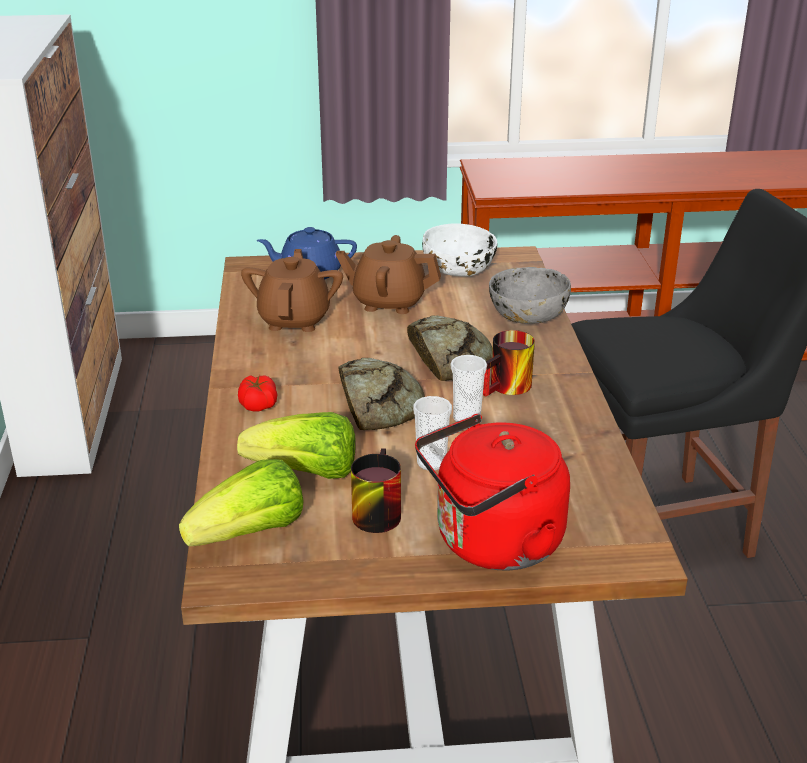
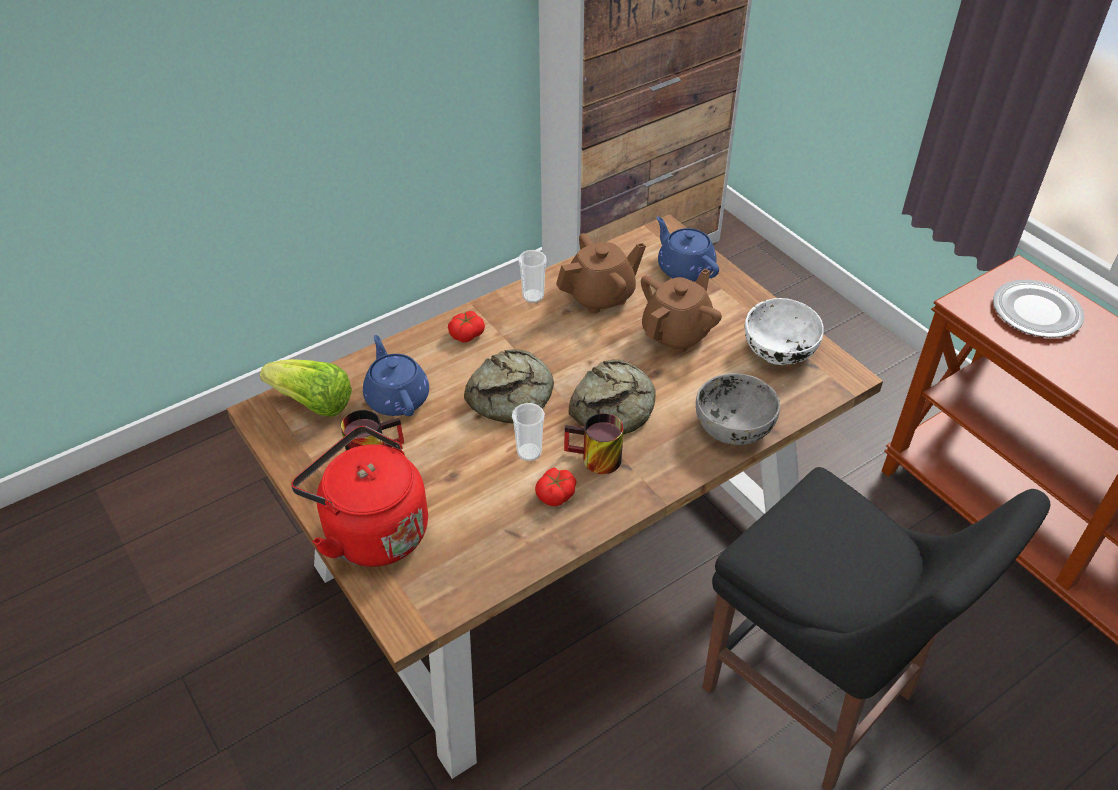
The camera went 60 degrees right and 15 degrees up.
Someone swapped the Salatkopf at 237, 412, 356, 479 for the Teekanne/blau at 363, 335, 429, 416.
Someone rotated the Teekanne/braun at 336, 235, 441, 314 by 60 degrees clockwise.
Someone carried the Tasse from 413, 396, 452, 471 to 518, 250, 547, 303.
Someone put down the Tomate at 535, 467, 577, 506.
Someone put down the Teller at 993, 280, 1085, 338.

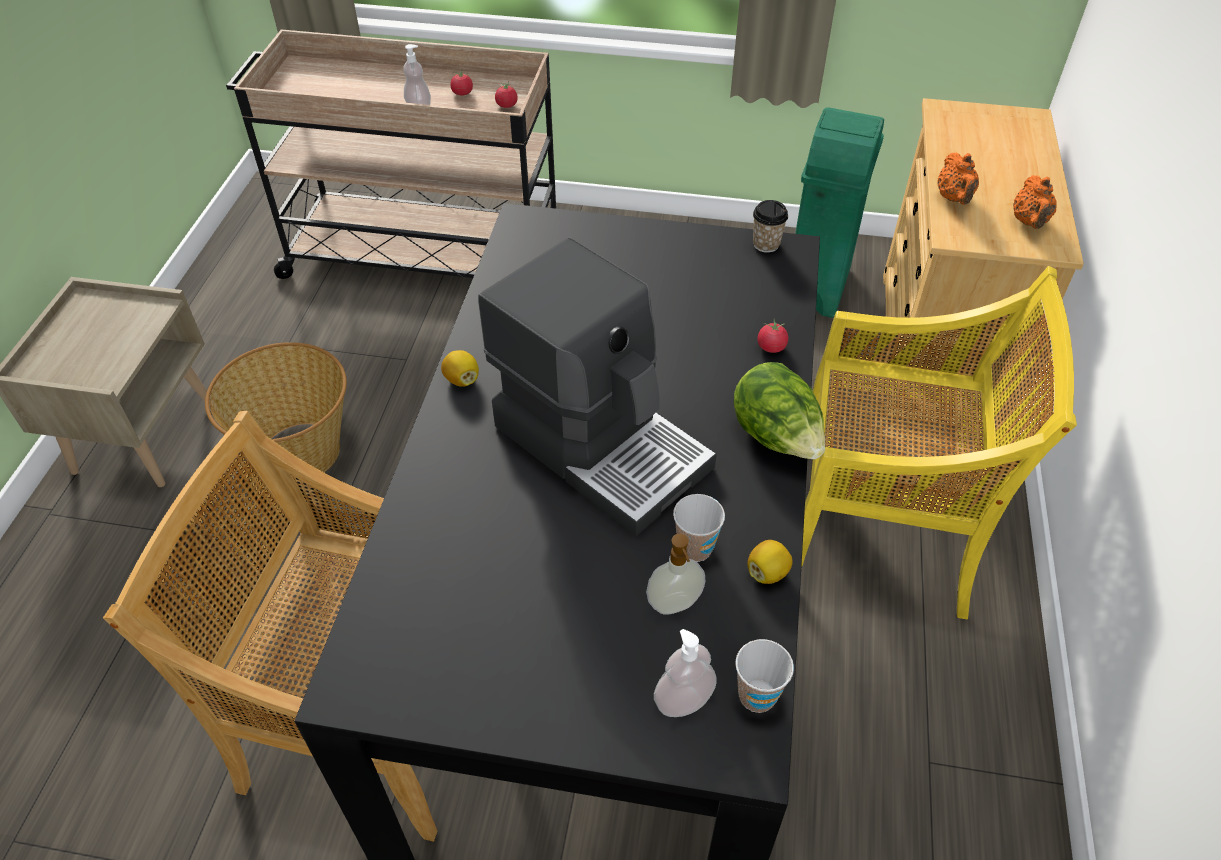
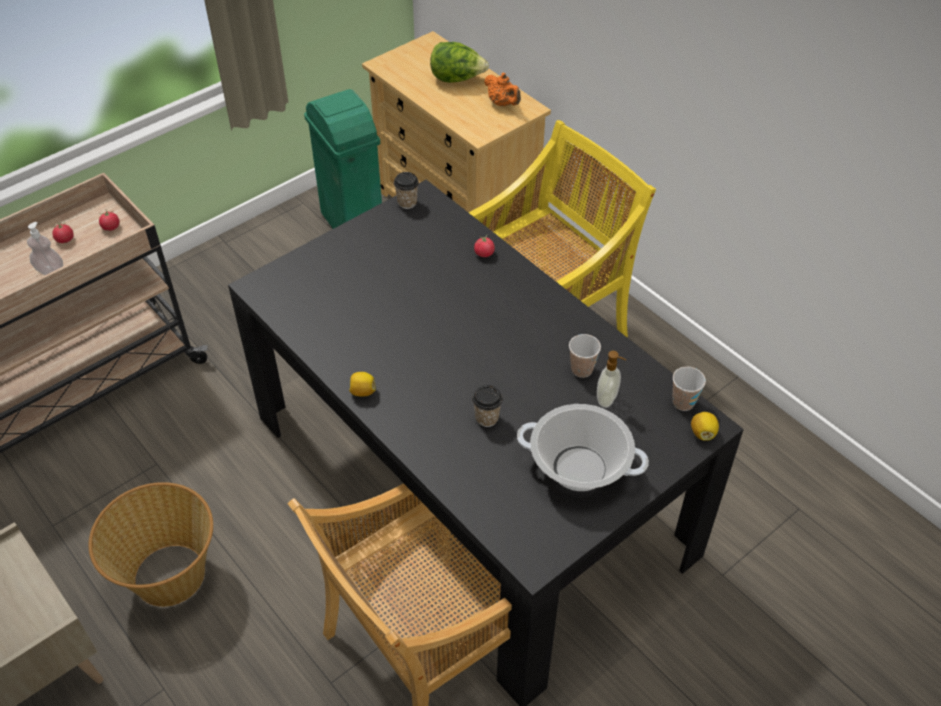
The camera went 50 degrees left and 0 degrees up.
Someone took away the Kaffeemaschine at 478, 238, 717, 536.
Someone took away the Seifenspender at 654, 629, 717, 717.
Someone carried the Salatkopf from 734, 362, 825, 459 to 430, 42, 489, 83.
Someone carried the Zitrone from 747, 540, 792, 584 to 691, 412, 719, 441.
Someone took away the Teekanne/orange at 937, 153, 979, 205.
Someone put down the Tasse at 472, 385, 503, 427.
Someone put down the Kochtopf at 517, 404, 649, 491.

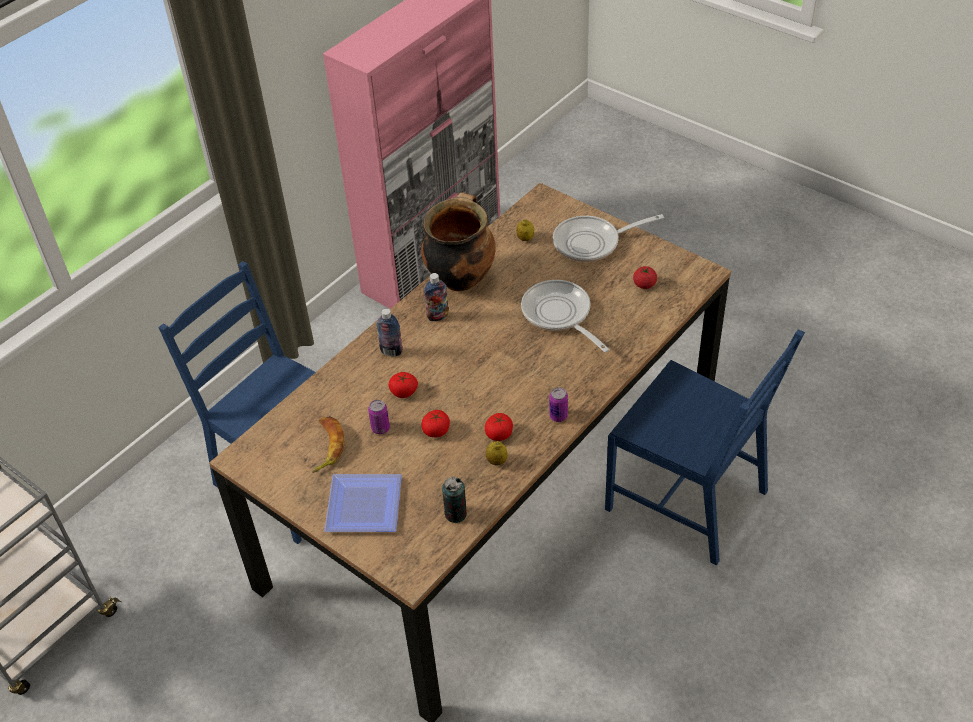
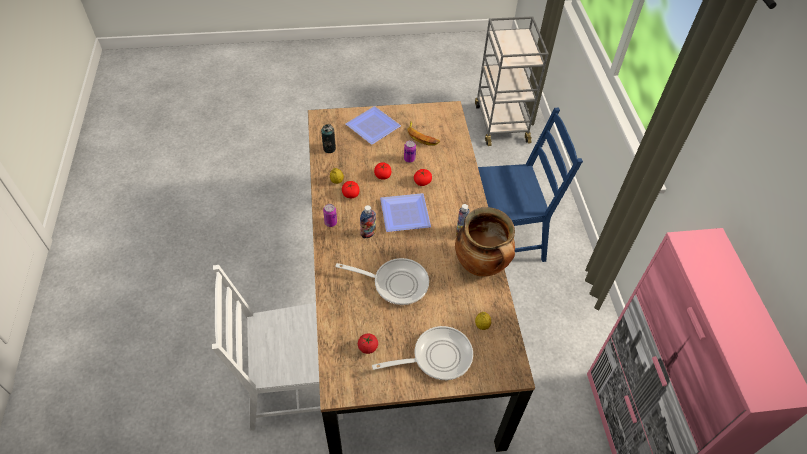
The camera went 130 degrees right and 5 degrees up.
Someone carried the Flasche from 376, 308, 403, 356 to 360, 205, 376, 238.
Someone rotated the Pfanne at 553, 214, 664, 262 by 45 degrees clockwise.
Someone repainted the Stuhl/blau at 605, 329, 805, 566, which became the Stuhl/weiß at 212, 265, 343, 431.
Someone put down the Teller at 380, 193, 431, 232.

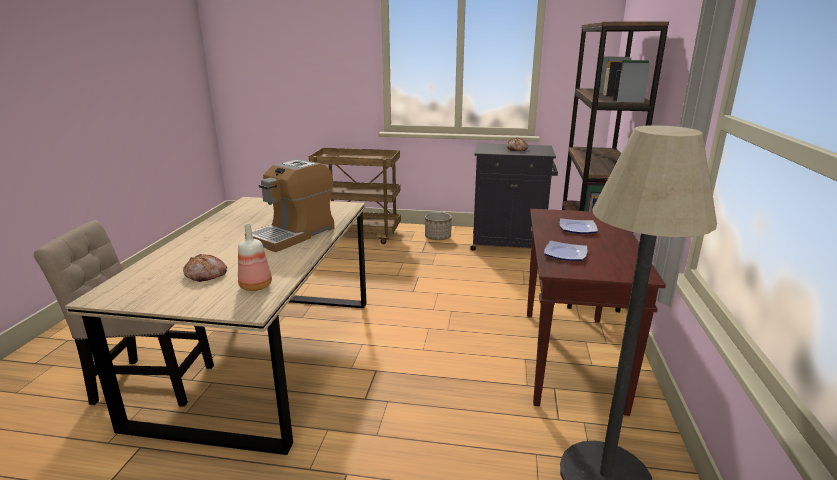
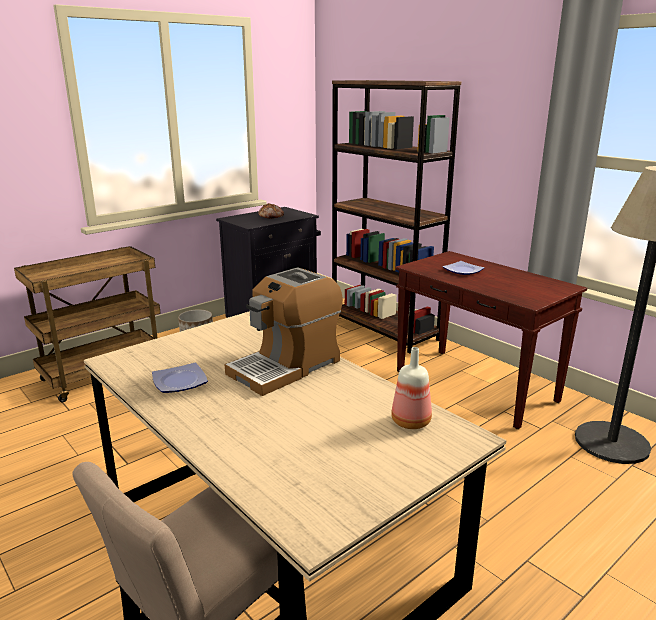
The camera went 50 degrees left and 0 degrees up.
Someone took away the Brot at 183, 254, 227, 282.
Someone rotated the Kaffeemaschine at 245, 159, 335, 252 by 60 degrees clockwise.
Someone carried the Teller from 544, 241, 587, 261 to 152, 363, 208, 393.

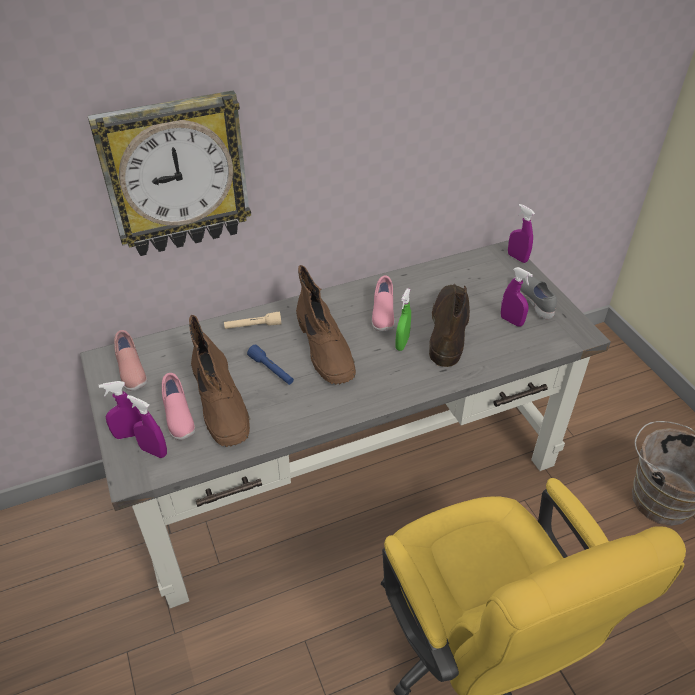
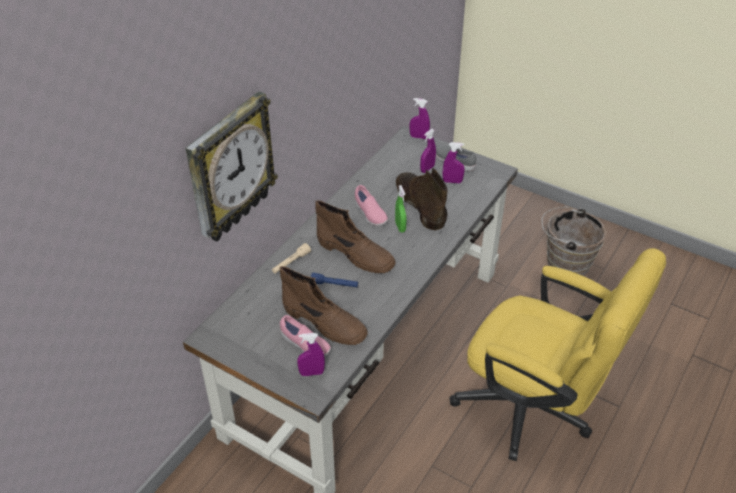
The camera went 35 degrees left and 0 degrees up.
Someone carried the Sprühflasche/lila from 99, 381, 142, 439 to 420, 129, 436, 173.
Someone took away the Schuh/rosa at 114, 330, 147, 391.

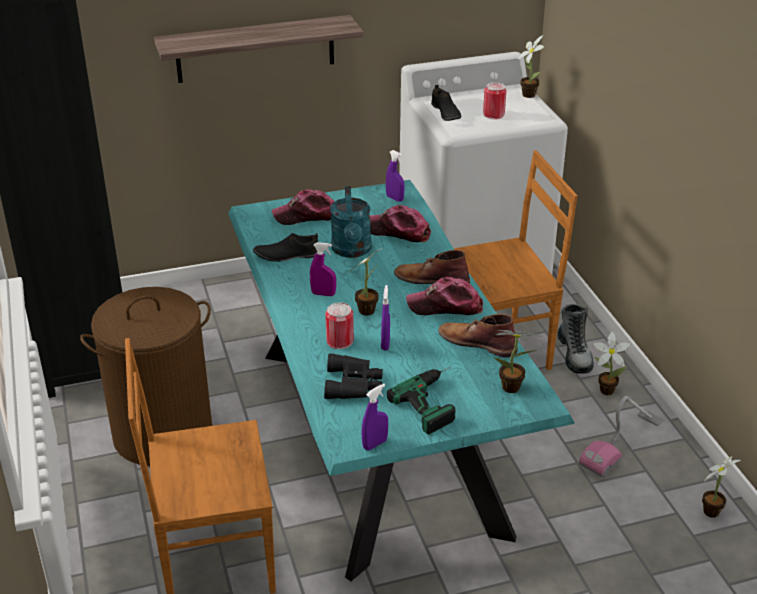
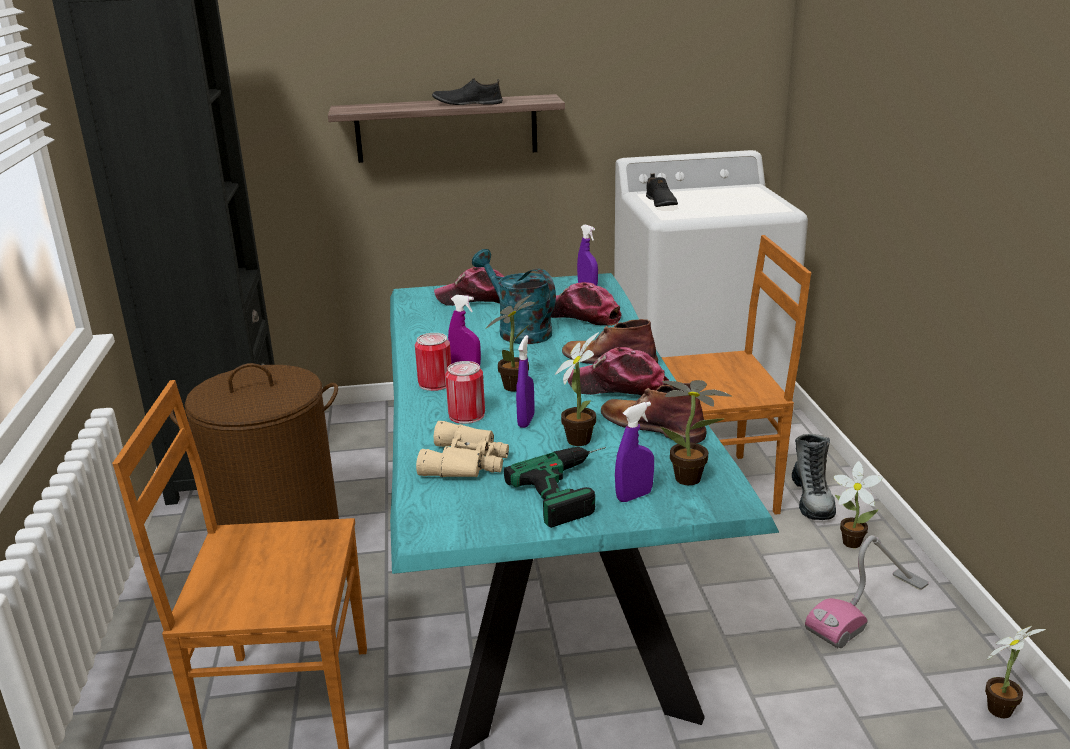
The camera went 10 degrees right and 10 degrees down.
Someone carried the Schuh/schwarz from 253, 233, 318, 262 to 432, 78, 503, 105.
Someone repainted the Fernglas/schwarz at 324, 354, 383, 399, which became the Fernglas/beige at 416, 421, 509, 477.
Someone rotated the Gießkanne/türkis at 330, 186, 372, 258 by 135 degrees clockwise.
Someone carried the Sprühflasche/lila from 361, 384, 388, 450 to 615, 402, 654, 502.
Someone carried the Dose from 483, 82, 506, 119 to 415, 333, 451, 391.
Someone carried the Topfpflanze from 518, 35, 544, 98 to 555, 332, 599, 446.

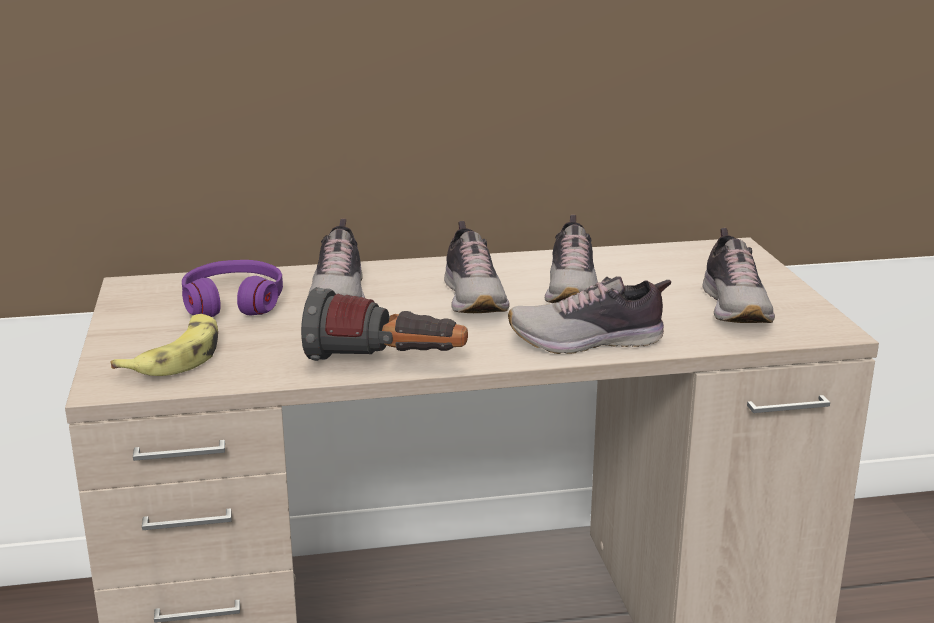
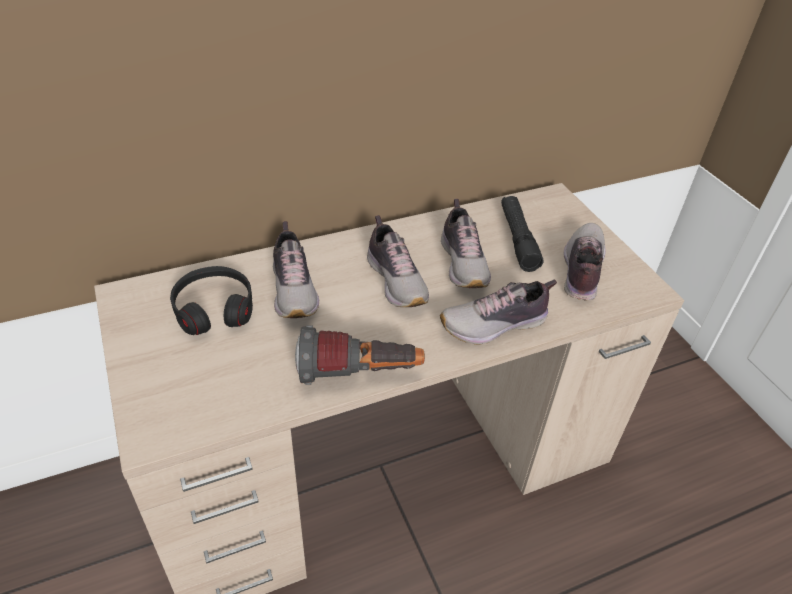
The camera went 15 degrees left and 20 degrees up.
Someone took away the Banane at 111, 314, 218, 376.
Someone repainted the Kopfhörer/lila at 182, 260, 283, 317, which became the Kopfhörer/schwarz at 170, 266, 253, 335.
Someone rotated the Schuh at 702, 228, 775, 323 by 150 degrees counterclockwise.
Someone put down the Taschenlampe/schwarz at 501, 196, 544, 272.

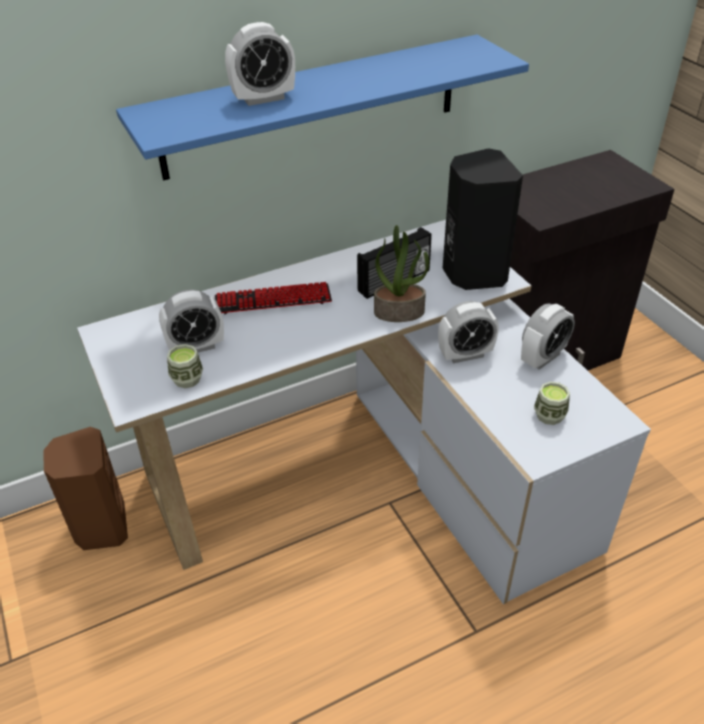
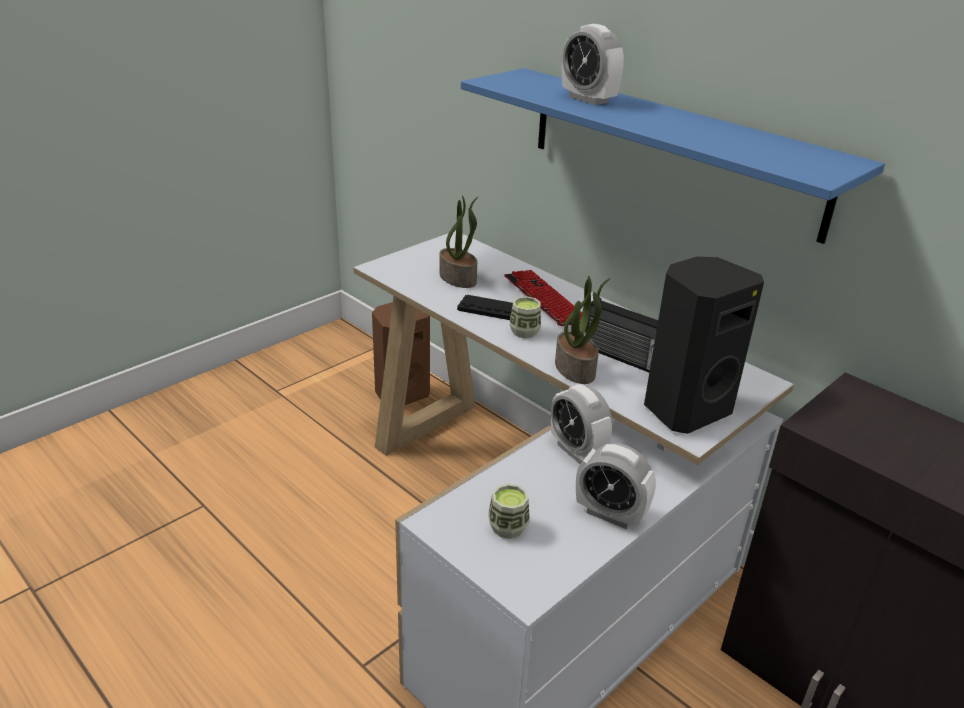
The camera went 70 degrees right and 10 degrees down.
Someone swapped the Wecker at 159, 289, 224, 353 for the Topfpflanze at 439, 196, 478, 288.
Someone carried the Tasse from 167, 344, 203, 388 to 510, 296, 541, 338.
Someone put down the Gamepad/schwarz at 457, 295, 513, 320.

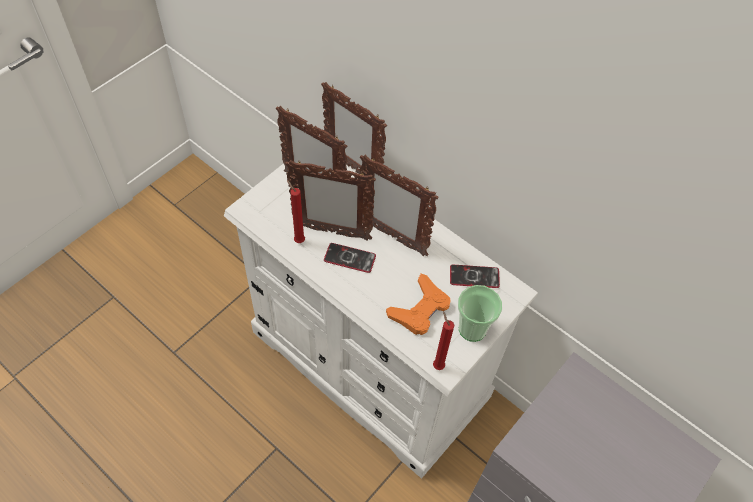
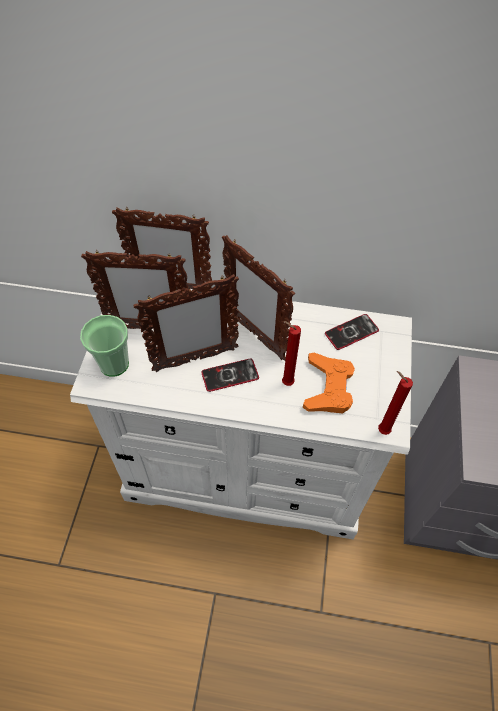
The camera went 30 degrees left and 0 degrees up.
Someone carried the Kerze/rot from 287, 180, 305, 243 to 282, 321, 301, 386.
Someone rotated the Bilderrahmen at 360, 155, 439, 256 by 45 degrees clockwise.
Someone carried the Tasse from 458, 285, 502, 342 to 80, 315, 129, 377.

